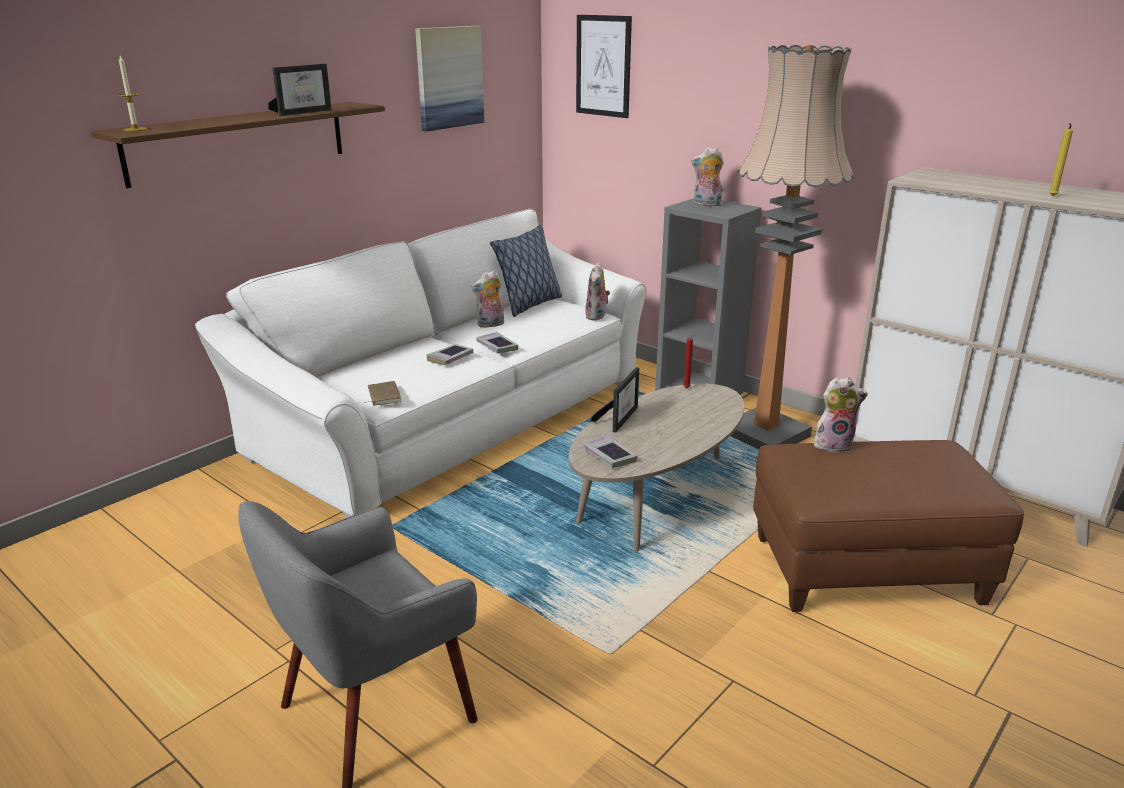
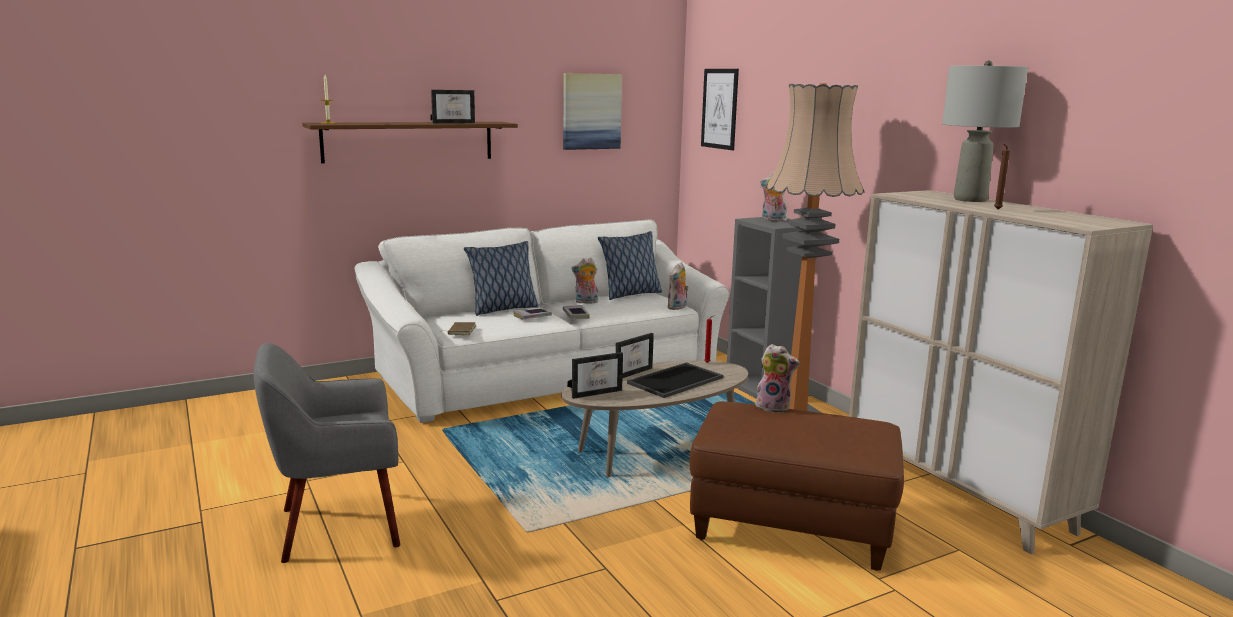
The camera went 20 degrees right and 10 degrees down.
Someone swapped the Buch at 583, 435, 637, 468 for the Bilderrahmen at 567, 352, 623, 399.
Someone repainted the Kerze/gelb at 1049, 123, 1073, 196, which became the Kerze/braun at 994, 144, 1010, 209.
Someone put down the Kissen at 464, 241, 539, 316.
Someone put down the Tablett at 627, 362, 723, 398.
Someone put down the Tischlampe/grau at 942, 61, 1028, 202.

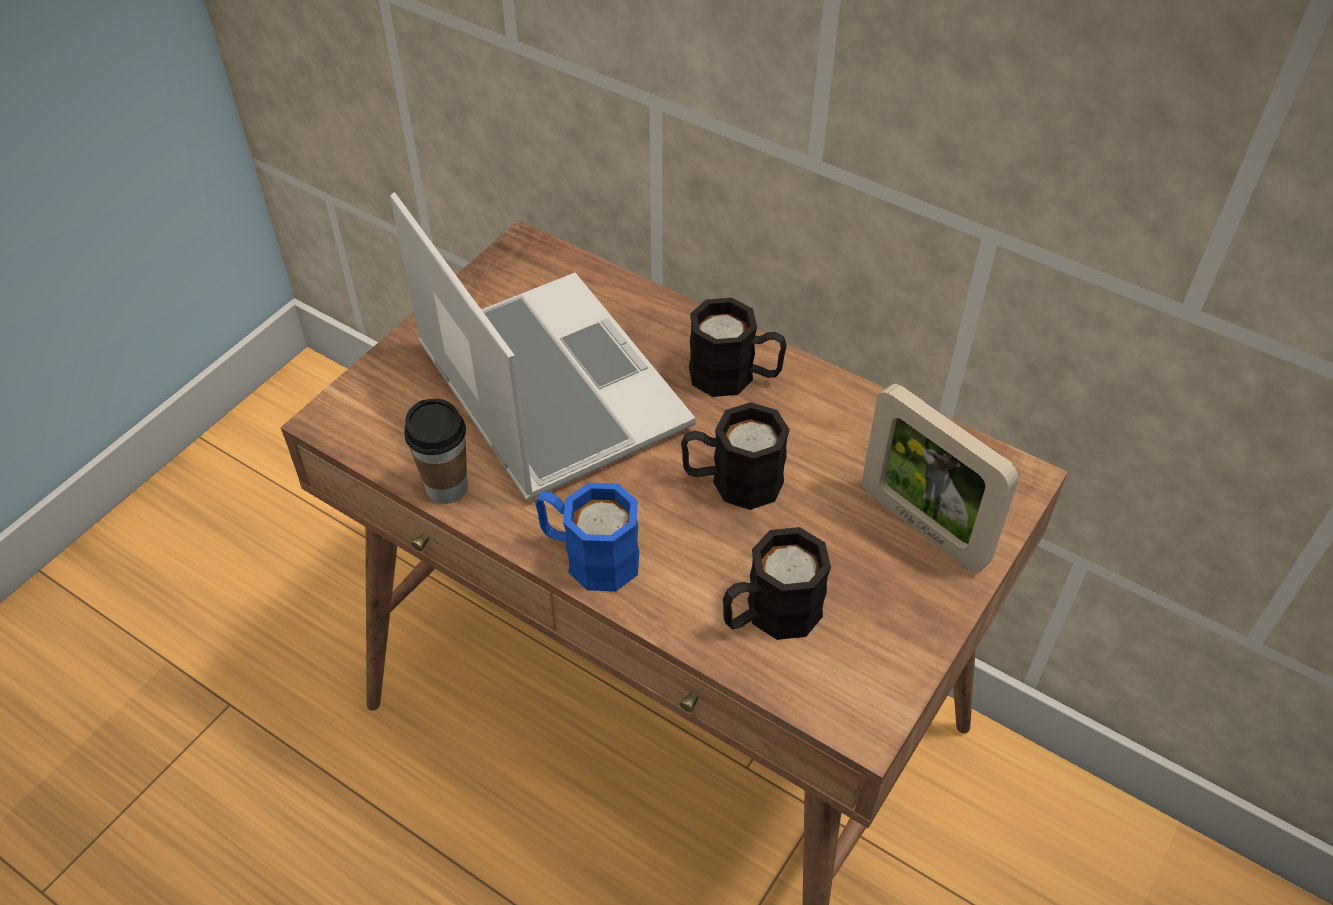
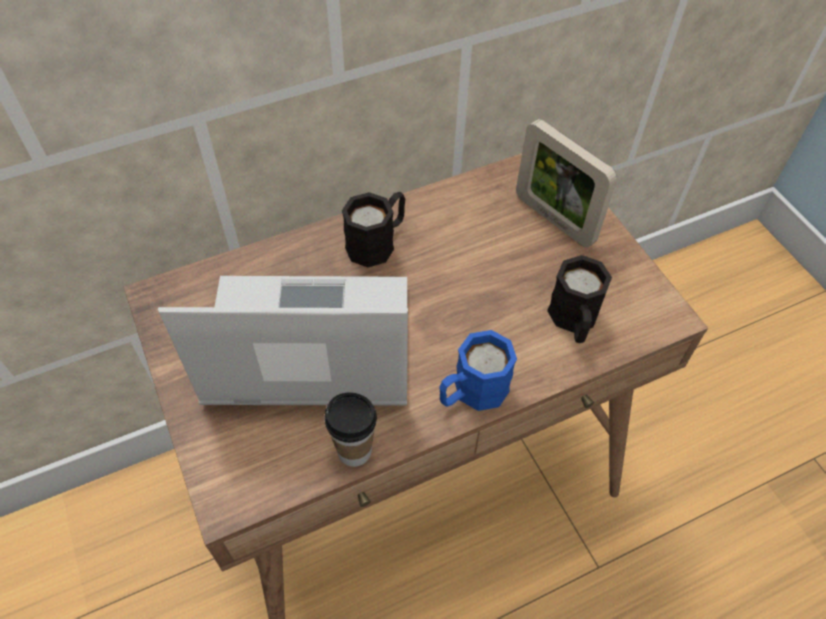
The camera went 60 degrees left and 5 degrees up.
Someone took away the Henkelbecher/schwarz at 681, 402, 790, 510.
Someone rotated the Bilderrahmen at 862, 384, 1019, 572 by 60 degrees clockwise.

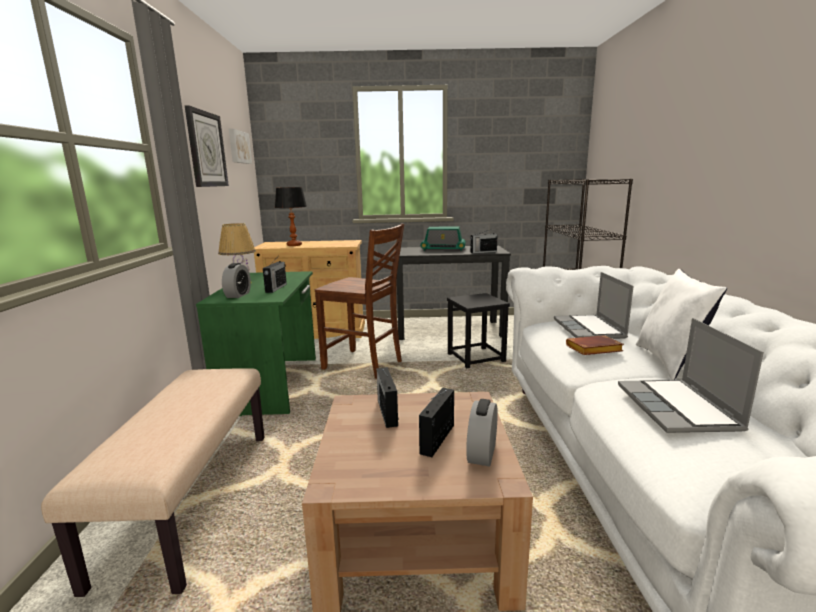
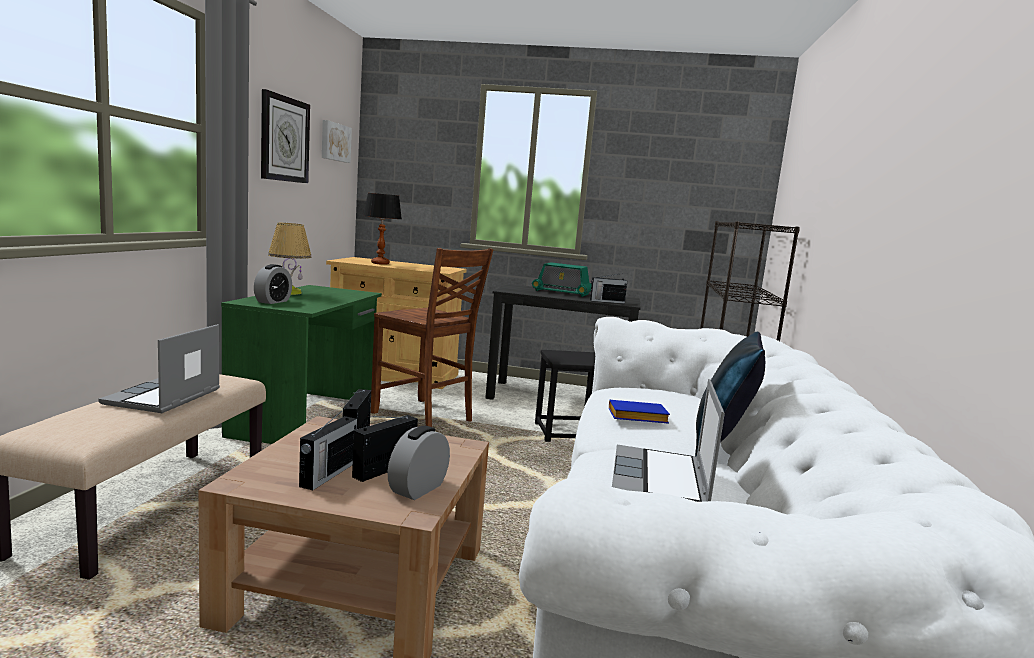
The camera went 10 degrees right and 5 degrees down.
Someone carried the Radio from 263, 257, 287, 293 to 299, 408, 357, 490.
Someone carried the Laptop from 554, 272, 634, 339 to 98, 324, 220, 413.
Someone repainted the Buch/braun at 566, 335, 624, 355, which became the Buch/blau at 609, 400, 670, 424.
Someone repainted the Kissen/weiß at 636, 269, 727, 380, which became the Kissen/blau at 695, 331, 765, 457.

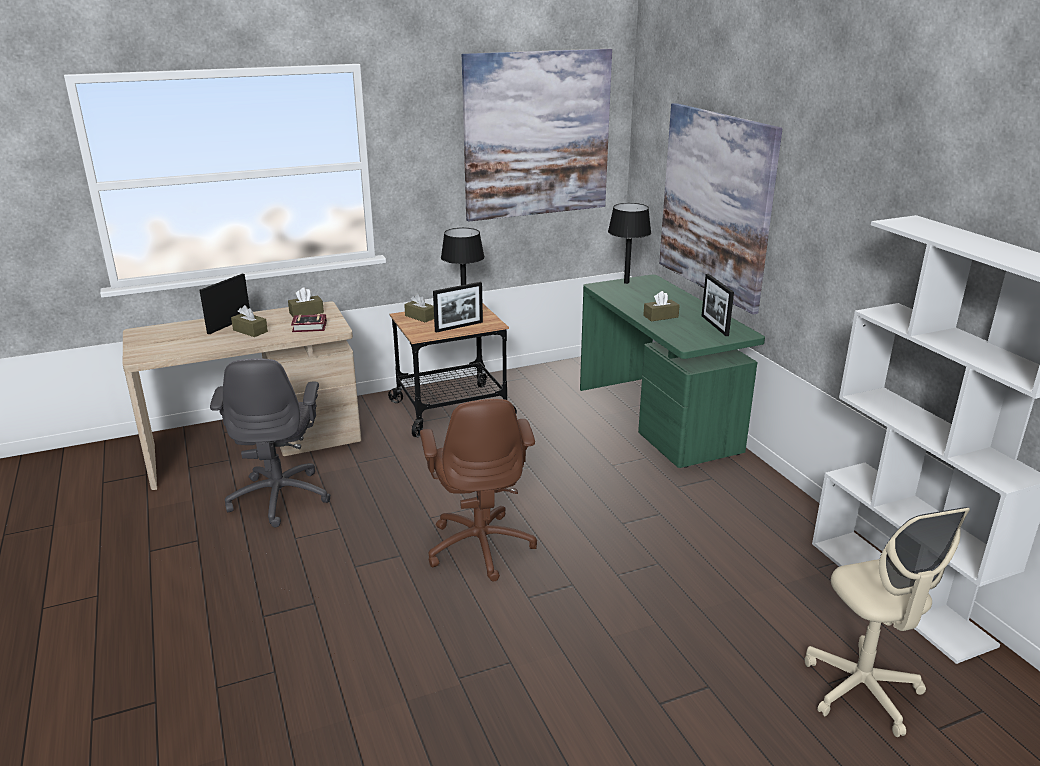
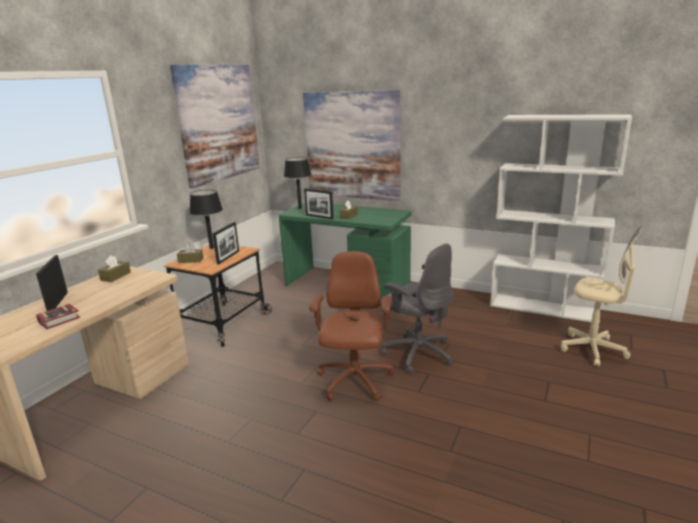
The camera went 40 degrees left and 5 degrees down.
Someone carried the Bürostuhl/grau from 210, 359, 331, 527 to 380, 244, 454, 374.
Someone took away the Taschentuchbox/braun at 231, 305, 268, 337.
Someone carried the Buch from 291, 314, 327, 332 to 36, 304, 80, 329.
Someone rotated the Bürostuhl/braun at 420, 399, 537, 581 by 120 degrees counterclockwise.
Someone carried the Bilderrahmen from 701, 274, 734, 336 to 304, 188, 334, 219.

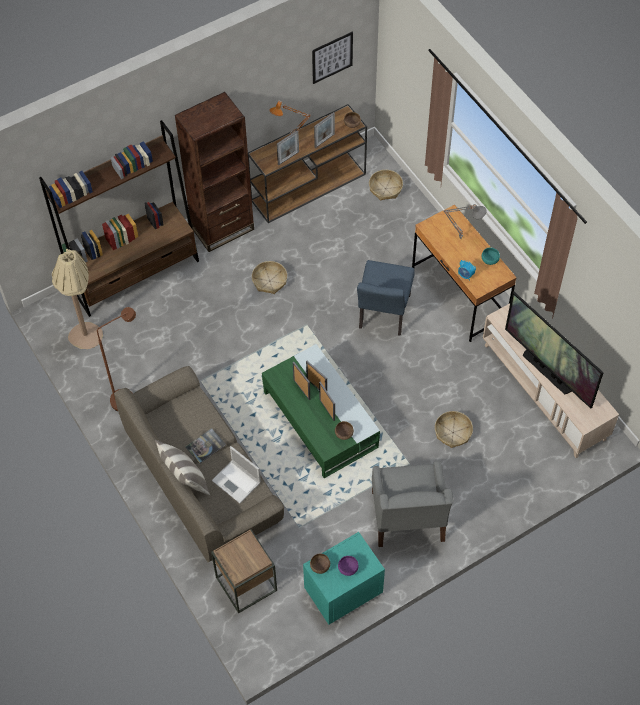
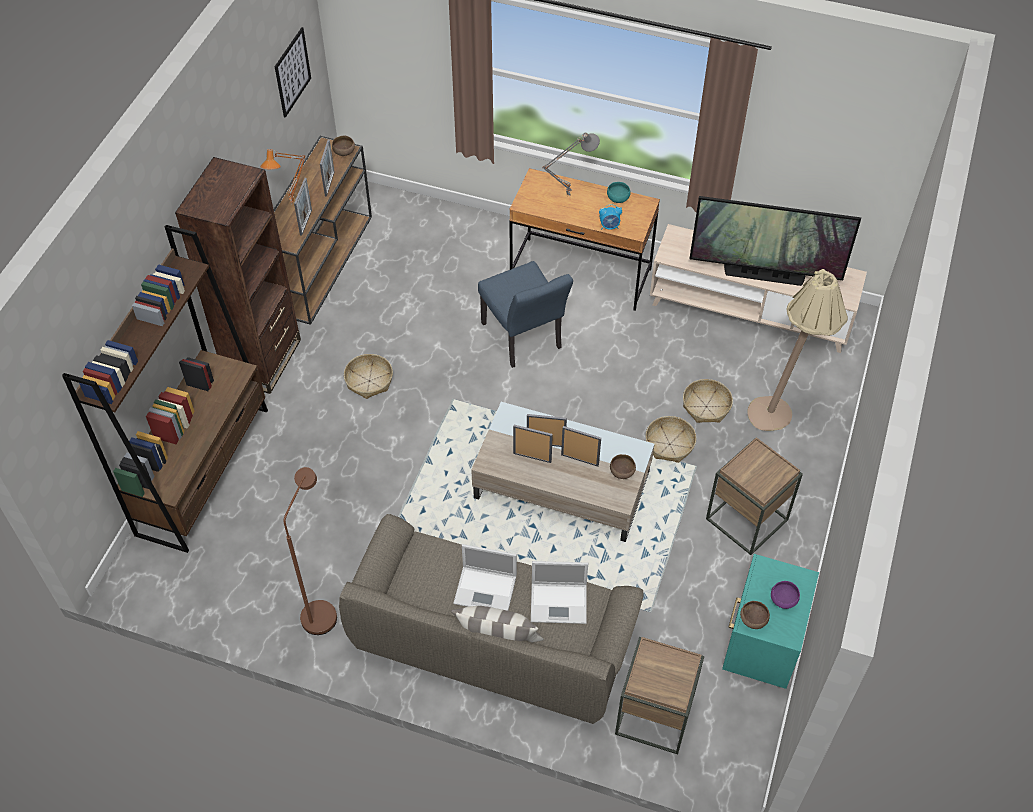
The camera went 40 degrees left and 5 degrees down.
Someone carried the Stehlampe/beige from 52, 249, 103, 349 to 747, 267, 848, 431.
Someone swapped the Buch at 185, 428, 226, 464 for the Laptop at 453, 544, 517, 611.
Someone repainted the Couchtisch/grün at 262, 344, 380, 478, which became the Couchtisch/beige at 471, 402, 654, 542.
Someone carried the Korb from 369, 170, 403, 201 to 645, 416, 696, 463.
Someone swapped the Sessel/grau at 372, 461, 453, 547 for the Beistelltisch/braun at 706, 437, 803, 555.

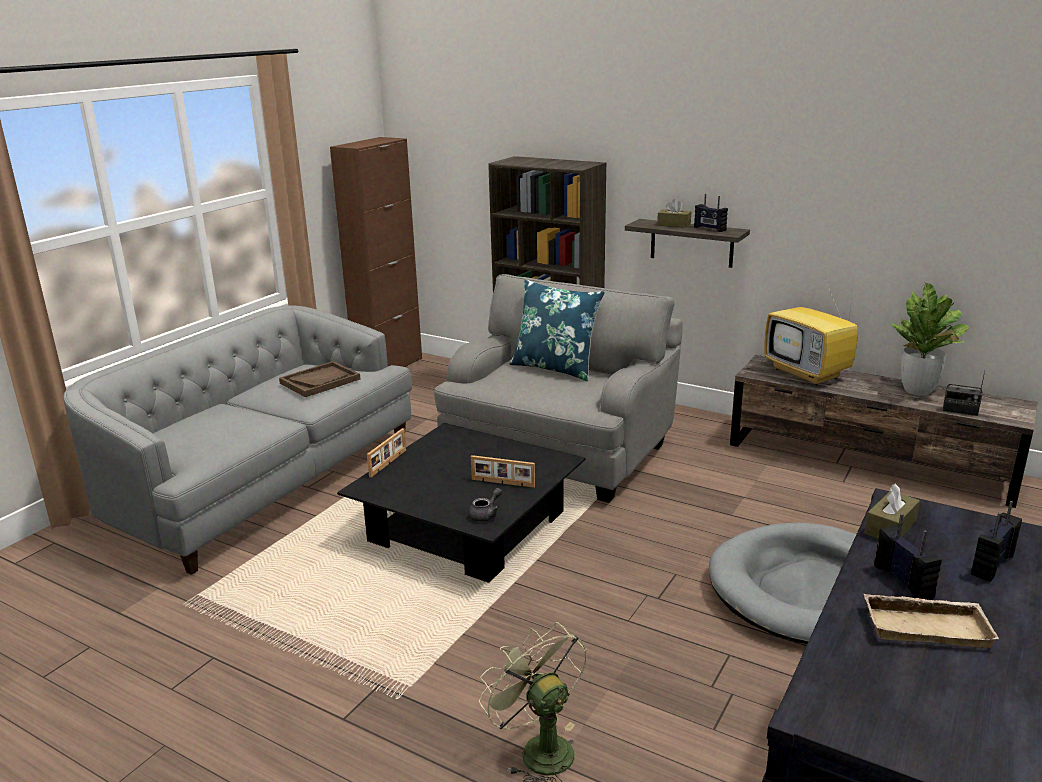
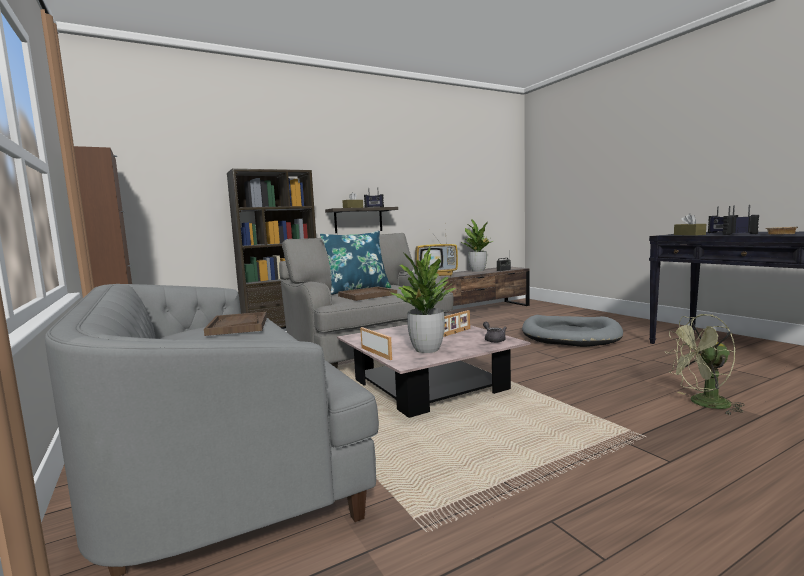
The camera went 60 degrees left and 15 degrees down.
Someone repainted the Couchtisch/schwarz at 337, 423, 585, 583, which became the Couchtisch/rosa at 337, 325, 531, 418.
Someone put down the Tablett/braun at 338, 287, 397, 301.
Someone put down the Topfpflanze at 390, 247, 456, 353.

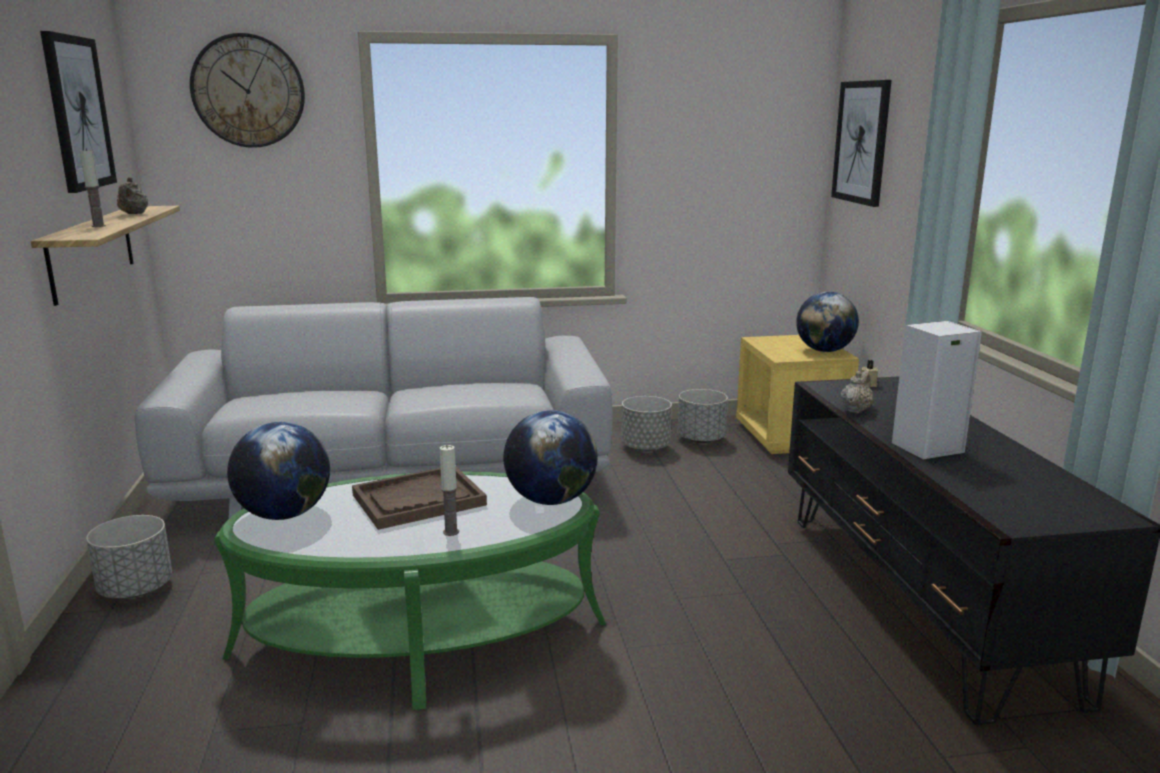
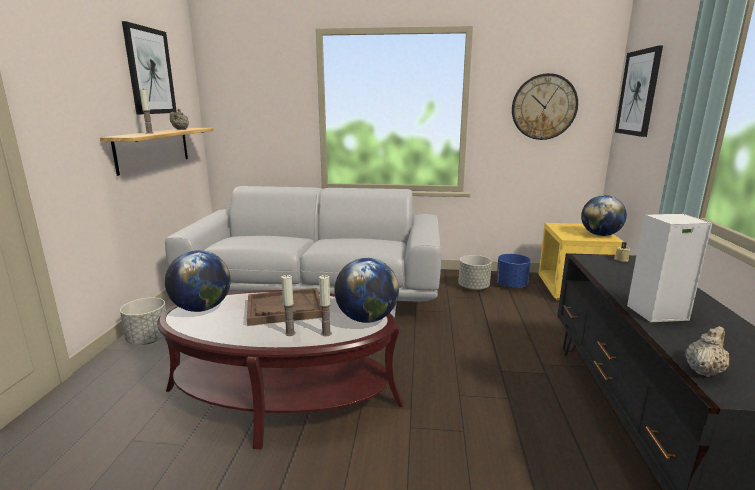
The camera went 15 degrees right and 0 degrees up.
Someone carried the Wanduhr from 190, 33, 305, 148 to 512, 73, 578, 140.
Someone repainted the Couchtisch/grün at 214, 471, 606, 710, which became the Couchtisch/braun at 157, 290, 403, 449.
Someone repainted the Pflanzkübel/grau at 678, 389, 728, 443, which became the Pflanzkübel/blau at 496, 254, 531, 289.
Someone carried the Teekanne/beige from 840, 371, 874, 414 to 685, 326, 729, 377.
Someone put down the Kerze at 319, 275, 332, 336.

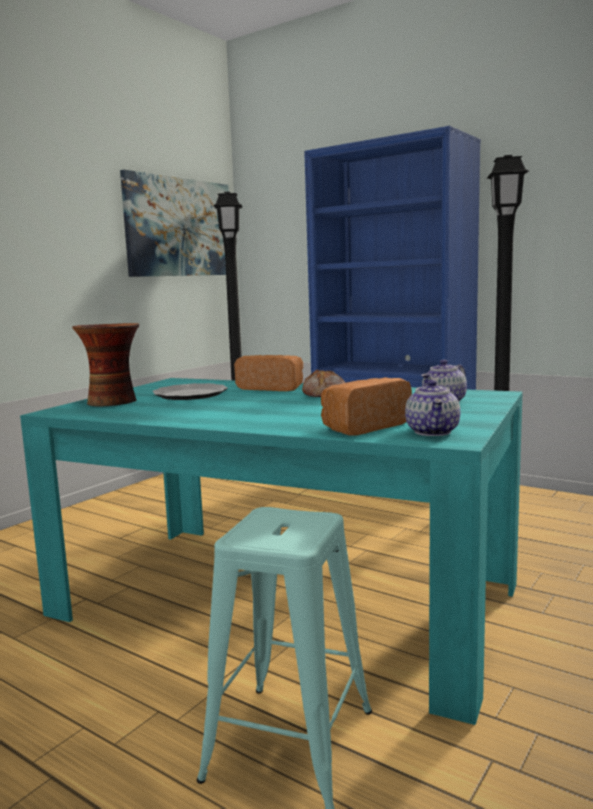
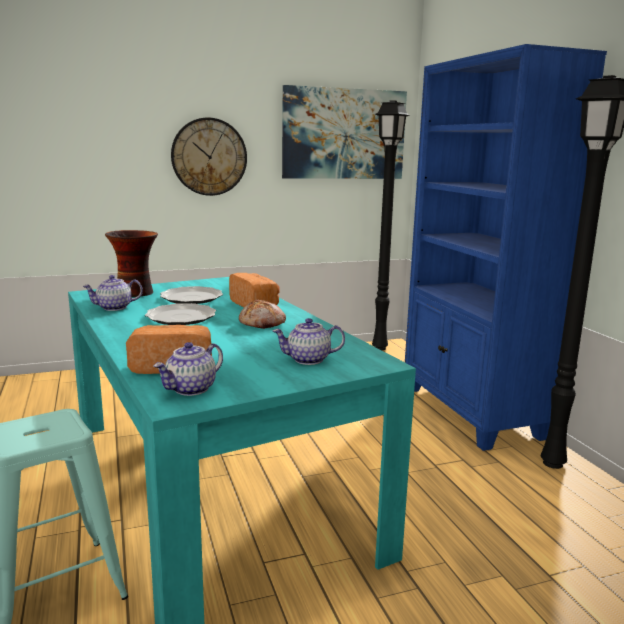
The camera went 35 degrees right and 5 degrees up.
Someone put down the Teekanne at 82, 275, 143, 311.
Someone put down the Teller at 145, 303, 216, 325.
Someone put up the Wanduhr at 171, 117, 247, 196.

